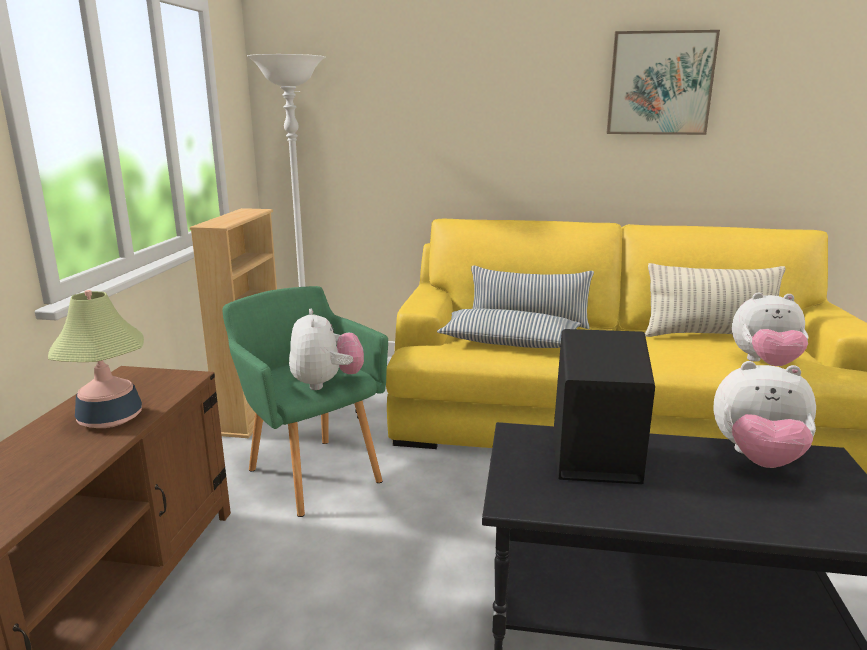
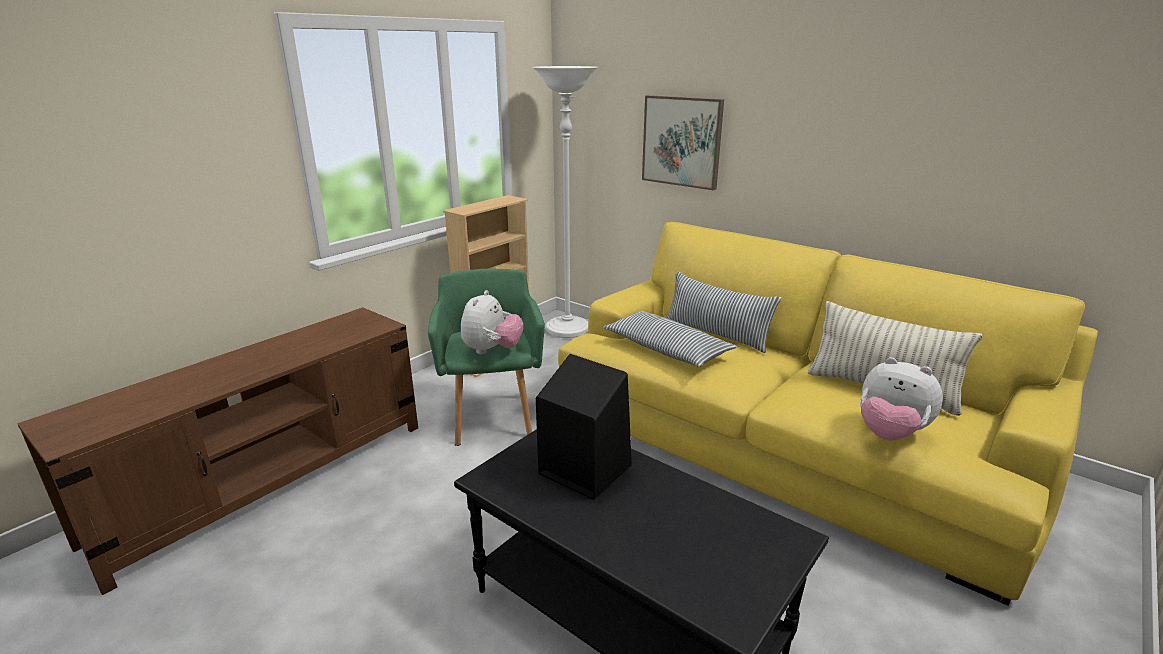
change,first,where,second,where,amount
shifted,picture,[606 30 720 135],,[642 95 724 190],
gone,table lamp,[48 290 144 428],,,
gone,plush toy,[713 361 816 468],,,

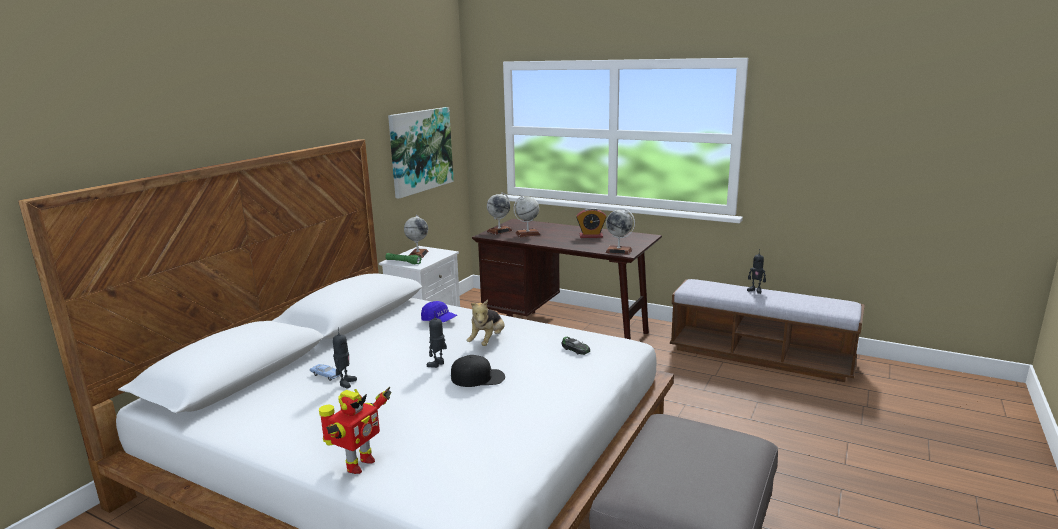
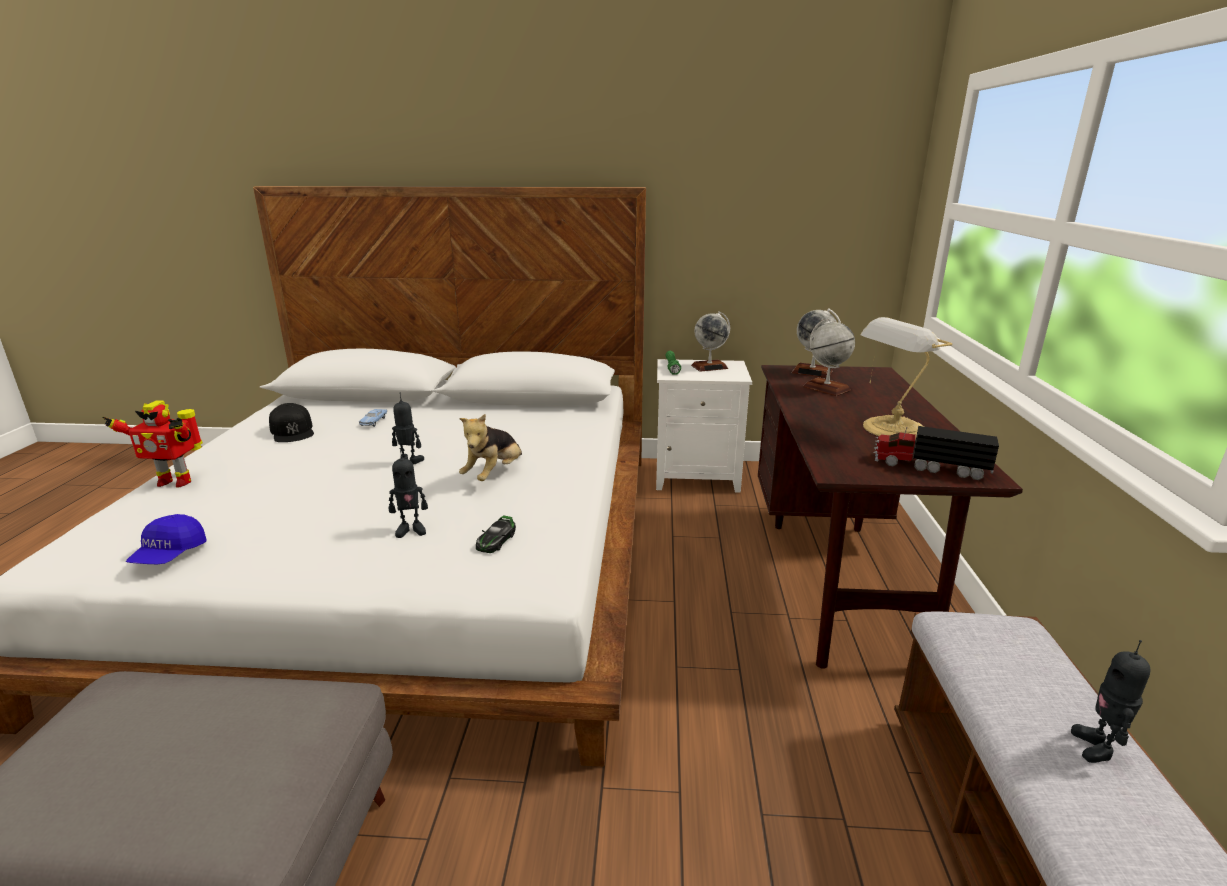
change,first,where,second,where,amount
gone,picture,[388 107 454 199],,,
swapped,alarm clock,[576 208 607 238],table lamp,[861 317 952 440],
gone,globe,[605 209 635 255],,,
rotated,plush toy,[467 299 505 346],,[459 414 522 481],60 degrees counterclockwise
shifted,blue cap,[421 301 457 322],,[126 514 207 564],
shifted,toy robot,[333 327 357 388],,[389 448 428 538],
shifted,black cap,[451 355 505 387],,[269 403 314 442],
new,,,toy truck,[873 426 999 480],

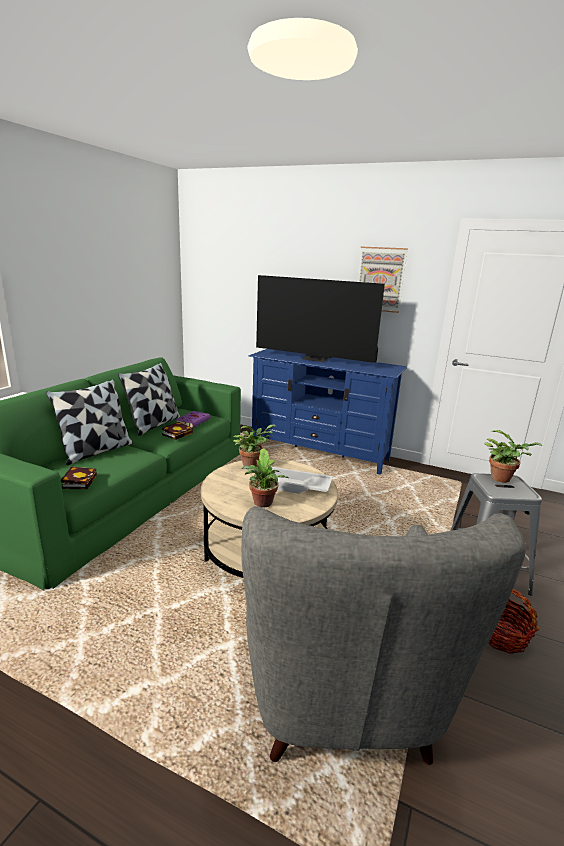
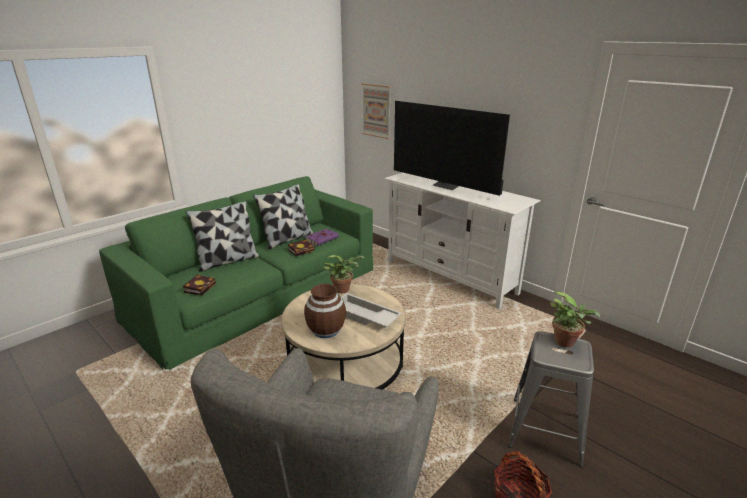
change,first,where,second,where,amount
shifted,picture,[358 247 408 313],,[361 83 391 139],
repainted,blue tv stand,[249 349 407 475],white tv stand,[384 173 541 309],
swapped,potted plant,[242 448 289 507],brown vase,[304 284 346 338],

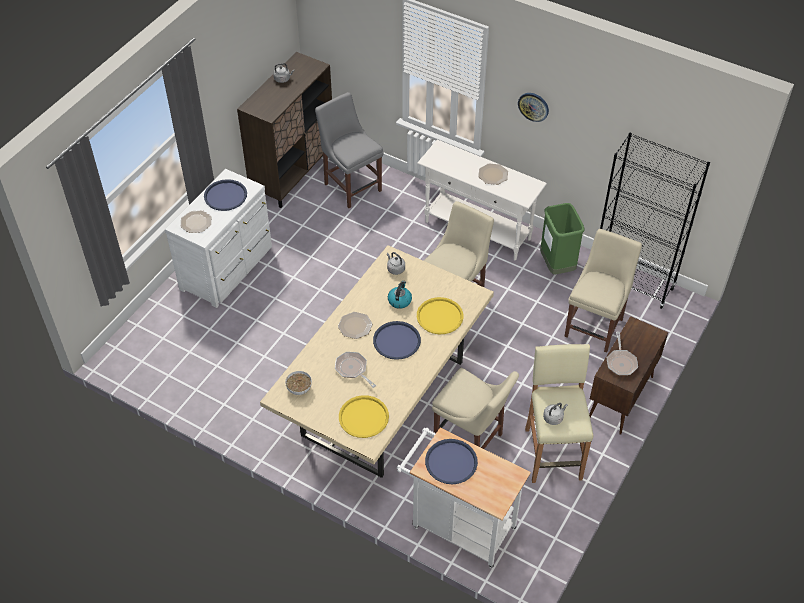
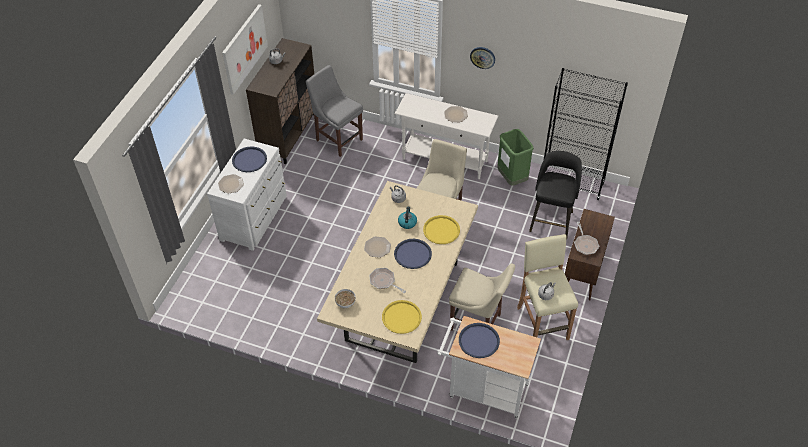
change,first,where,second,where,amount
swapped,beige chair,[564 229 642 353],black stool,[529 151 582 240],
new,,,picture,[222 4 268 95],

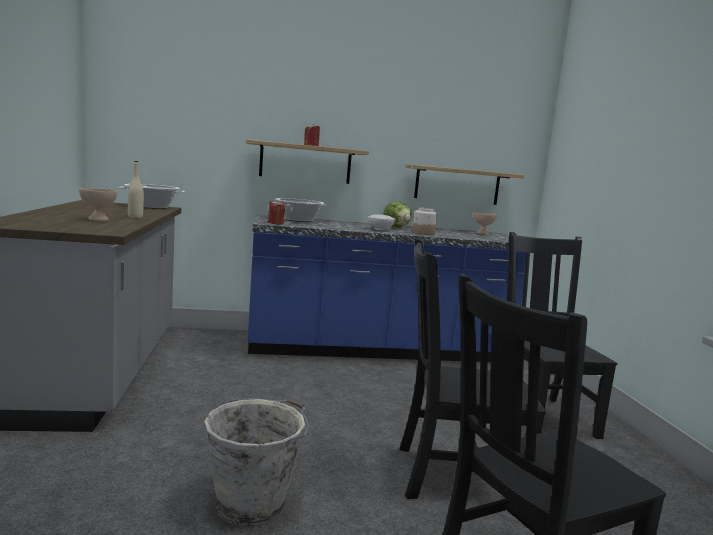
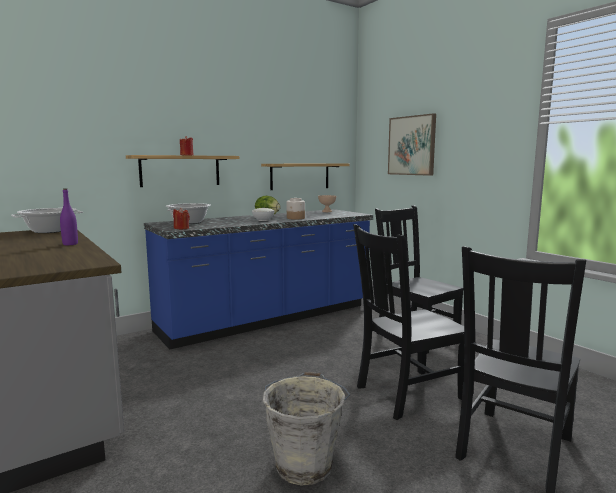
change,first,where,second,where,amount
repainted,beige bottle,[128 161 144 218],purple bottle,[60 189 78 245],
gone,beige bowl,[79 188 117 221],,,
new,,,picture,[388 113 436 176],

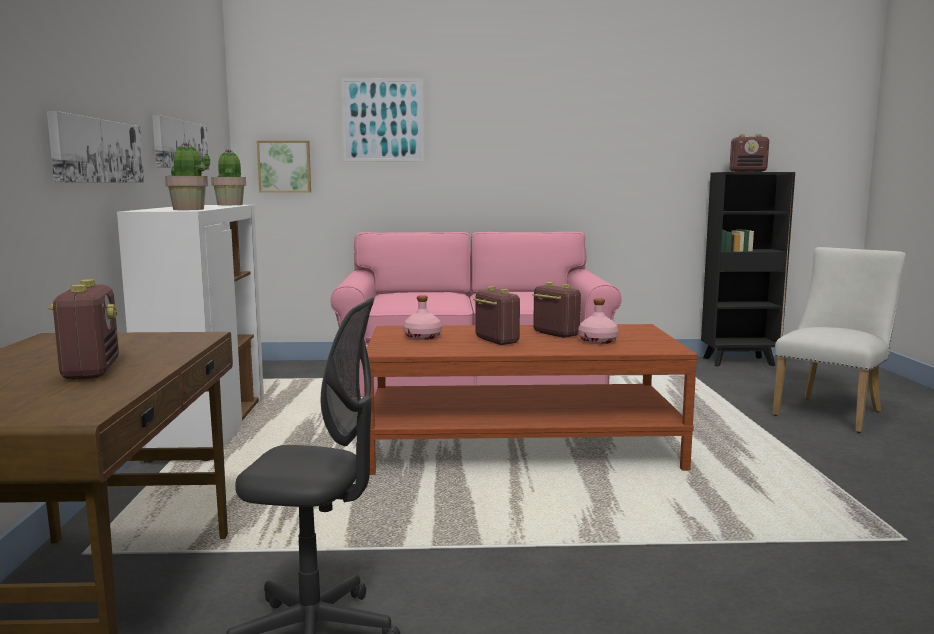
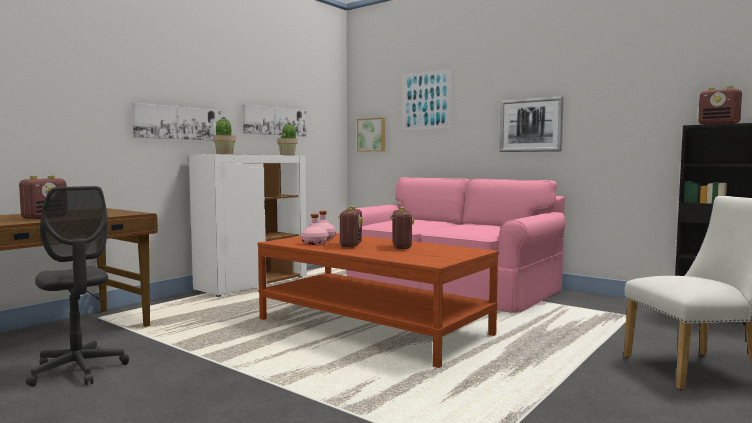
change,first,where,second,where,amount
shifted,pink bottle,[578 298 618 344],,[301 214 329 245],
new,,,picture,[500 96 564 152],

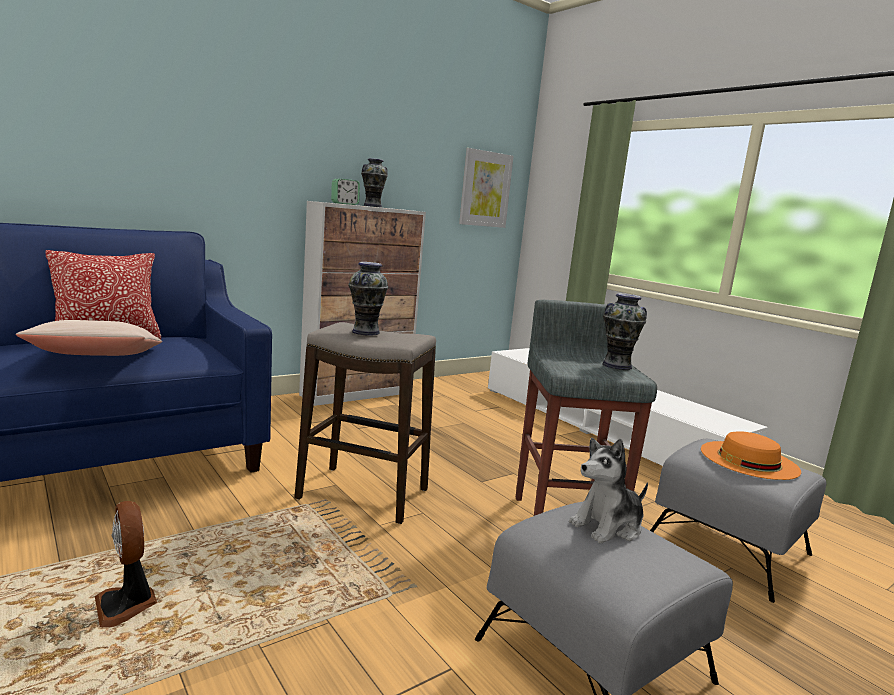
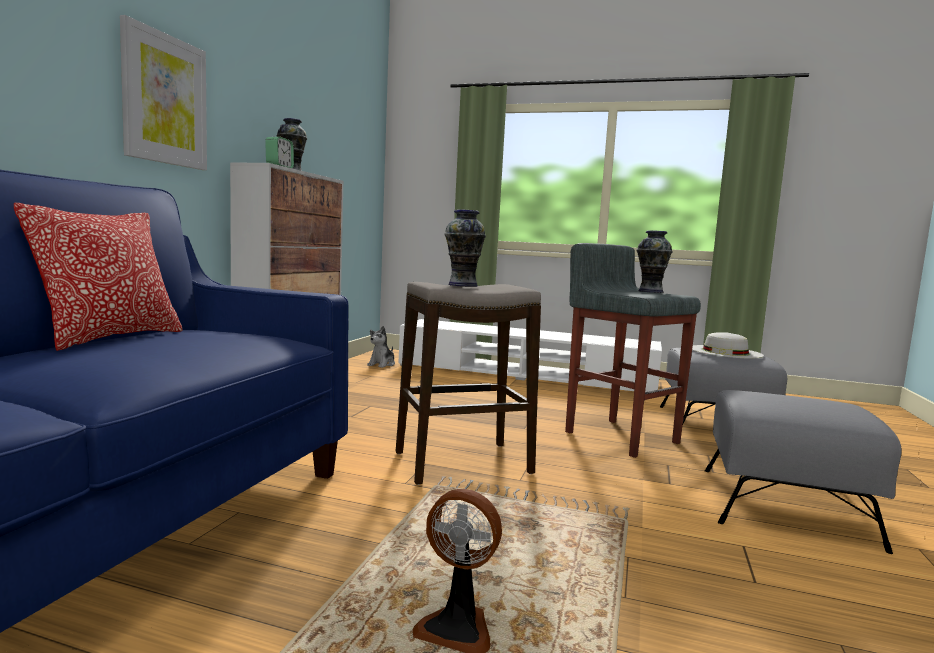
change,first,where,second,where,amount
shifted,picture,[459 148 514 228],,[120 15 207 170],
gone,beige pillow,[16 320 162 356],,,
repainted,orange hat,[701 431 801 480],white hat,[692 332 764 358],
shifted,plush toy,[569 438 648 544],,[367 326 395 368],

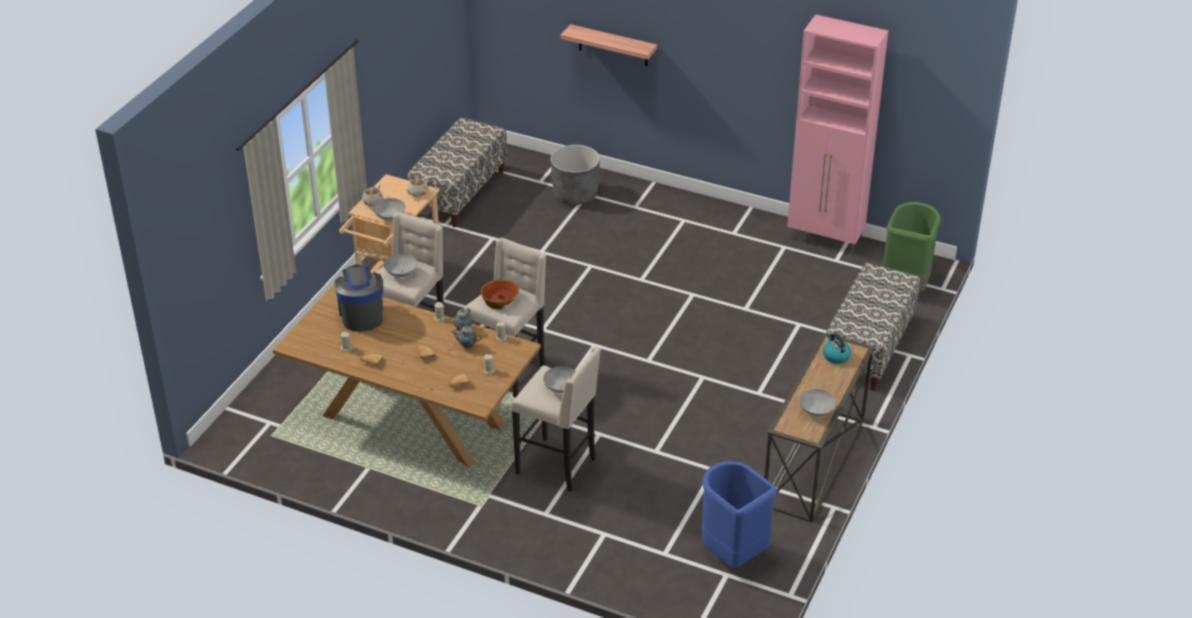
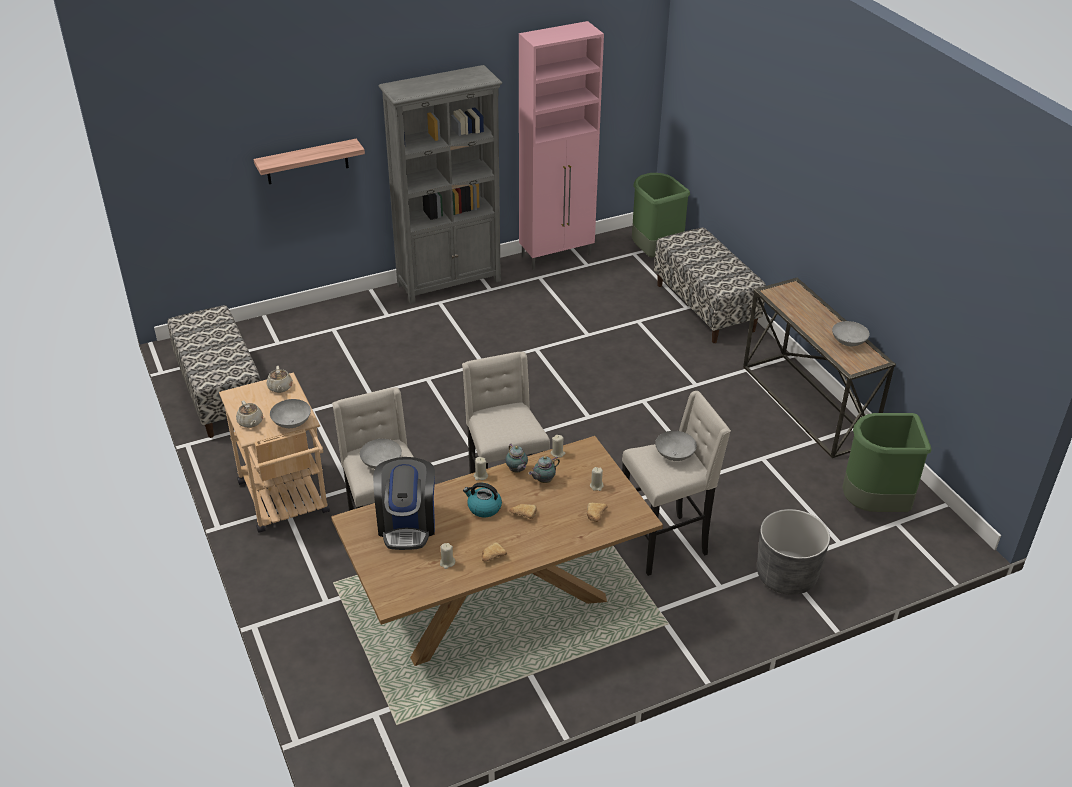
change,first,where,second,where,amount
shifted,grey planter,[551 145 600 205],,[757 509 830 595],
rotated,coffee machine,[335 265 383 332],,[373 457 435 550],120 degrees counterclockwise
gone,bowl,[481 279 519 309],,,
shifted,kettle,[823 333 851 364],,[463 483 502 518],
repainted,blue trash can,[702 461 777 569],green trash can,[842 413 932 512],
new,,,grey bookcase,[379 65 502 304],

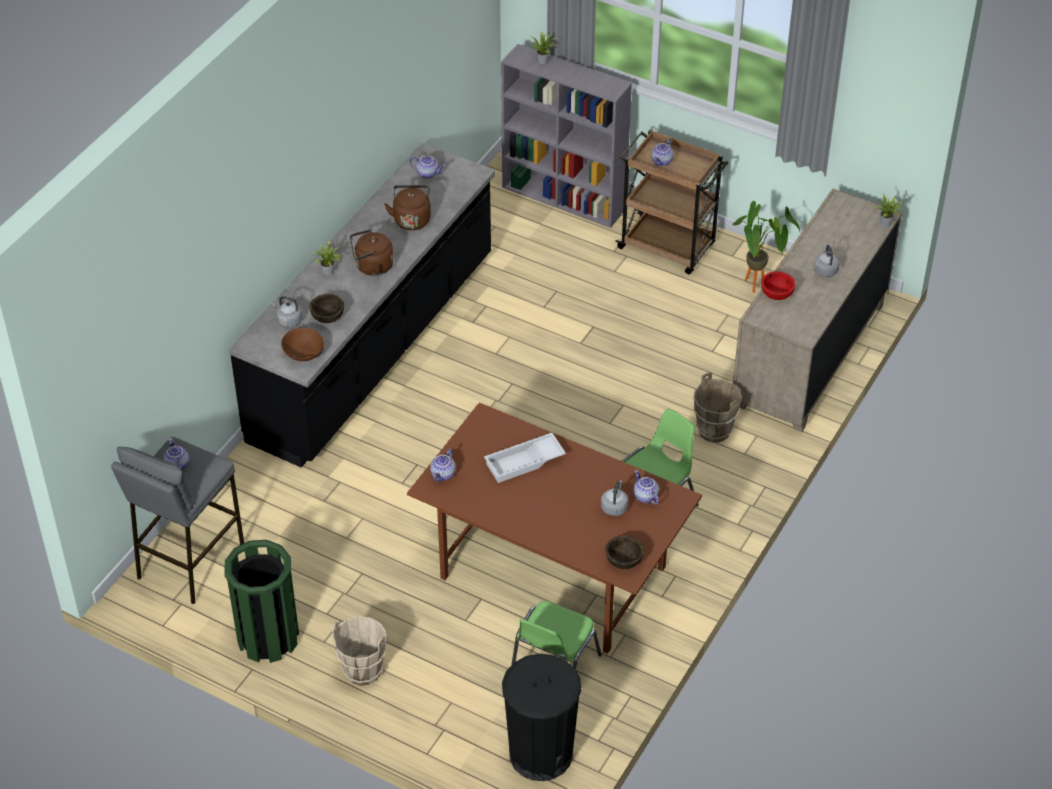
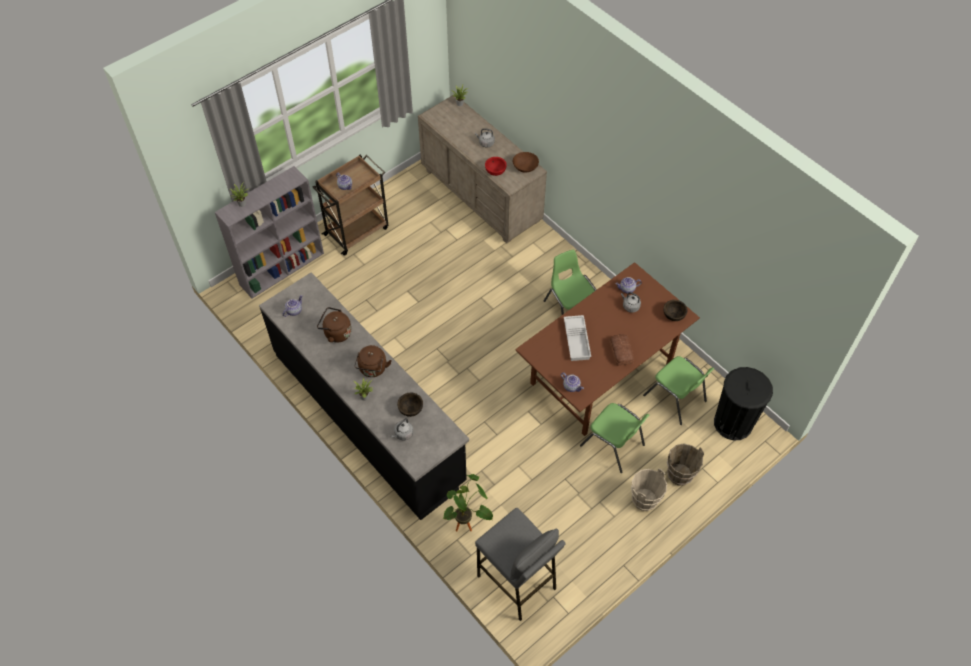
change,first,where,second,where,amount
shifted,potted plant,[732 201 800 293],,[443 474 493 531],
shifted,brown bowl,[281 328 324 361],,[513 152 539 172],
shifted,brown bucket,[694 372 742 443],,[667 443 704 486],
gone,teapot,[163 438 189 470],,,
gone,green trash can,[224 540 299 663],,,
new,,,bread,[609 334 634 366],
new,,,green chair,[580 403 649 473],

